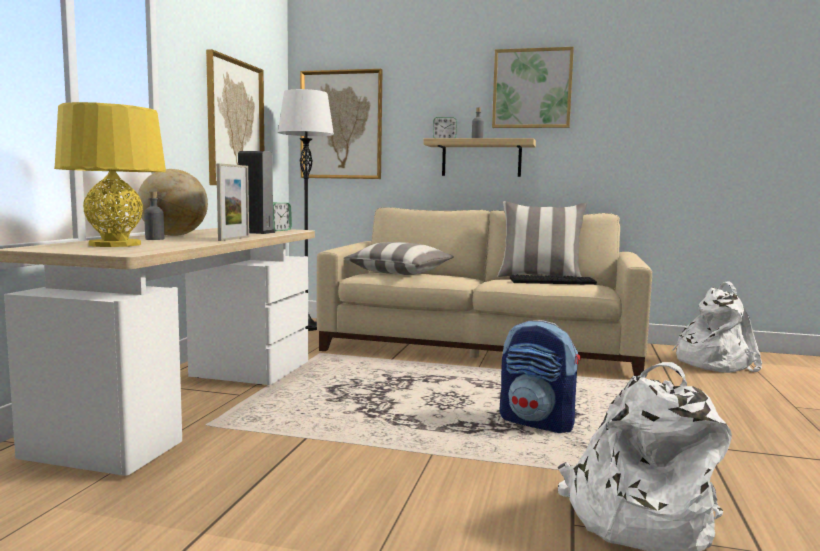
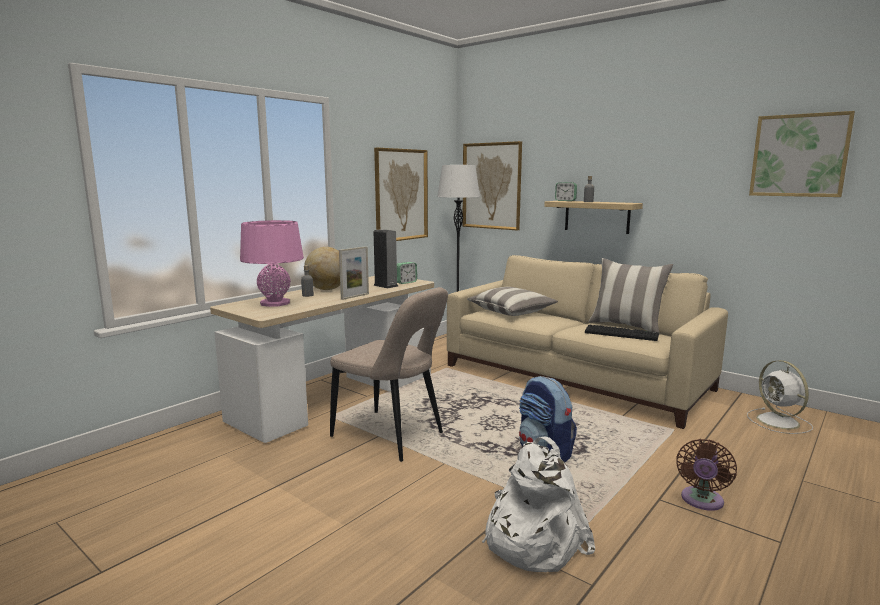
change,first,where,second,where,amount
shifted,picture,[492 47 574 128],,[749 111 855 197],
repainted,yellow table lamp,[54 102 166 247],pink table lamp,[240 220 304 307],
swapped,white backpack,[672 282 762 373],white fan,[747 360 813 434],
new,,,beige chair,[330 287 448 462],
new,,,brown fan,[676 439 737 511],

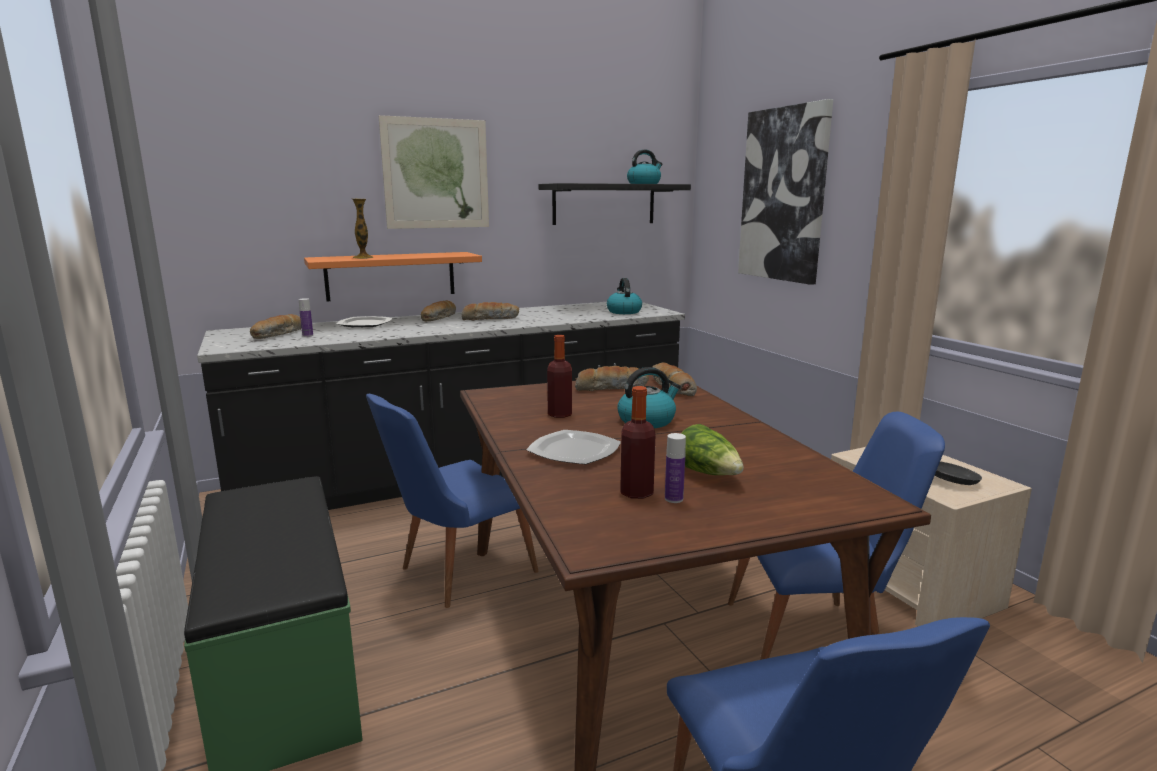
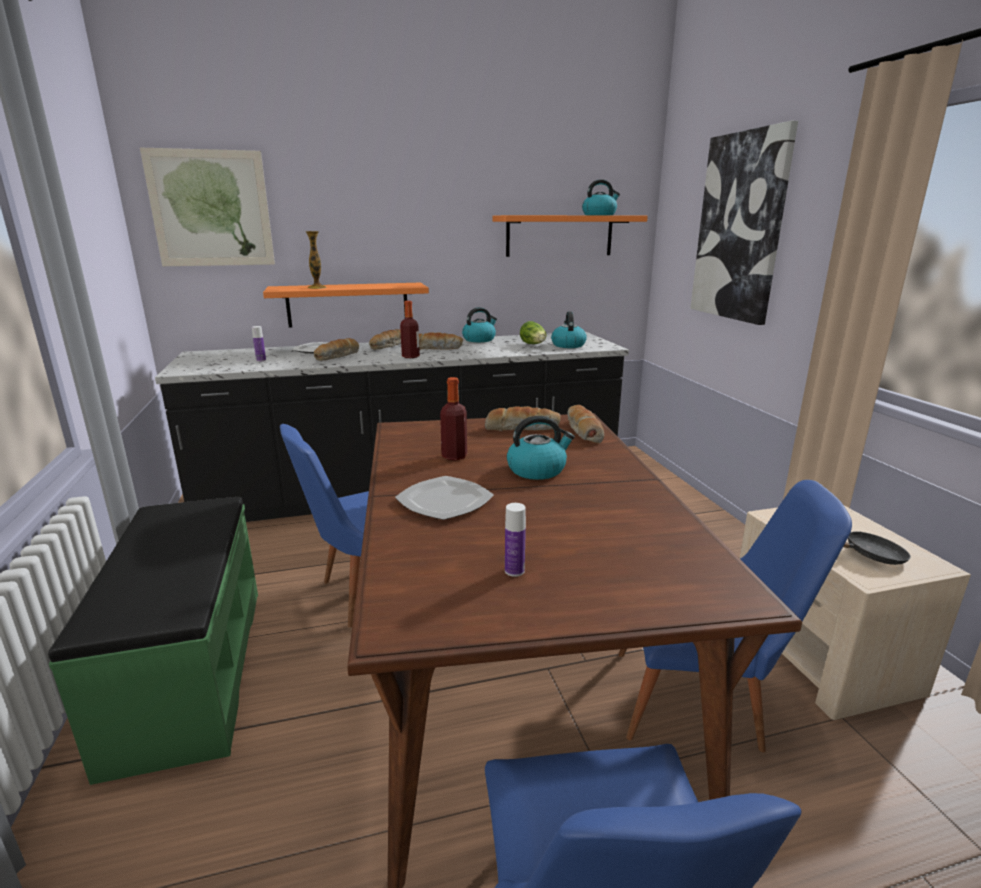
change,first,where,second,where,amount
shifted,picture,[379 115 489 229],,[140 148 275 266],
repainted,black shelf,[538 183 691 225],orange shelf,[492 215 648 257],
shifted,bread,[250 314 302 339],,[314 338 359 360],
shifted,bottle,[620 386 655 499],,[400 301 420 358],
shifted,lettuce,[681 424 744 475],,[520 321 547 344],
new,,,kettle,[462 307 497 342],

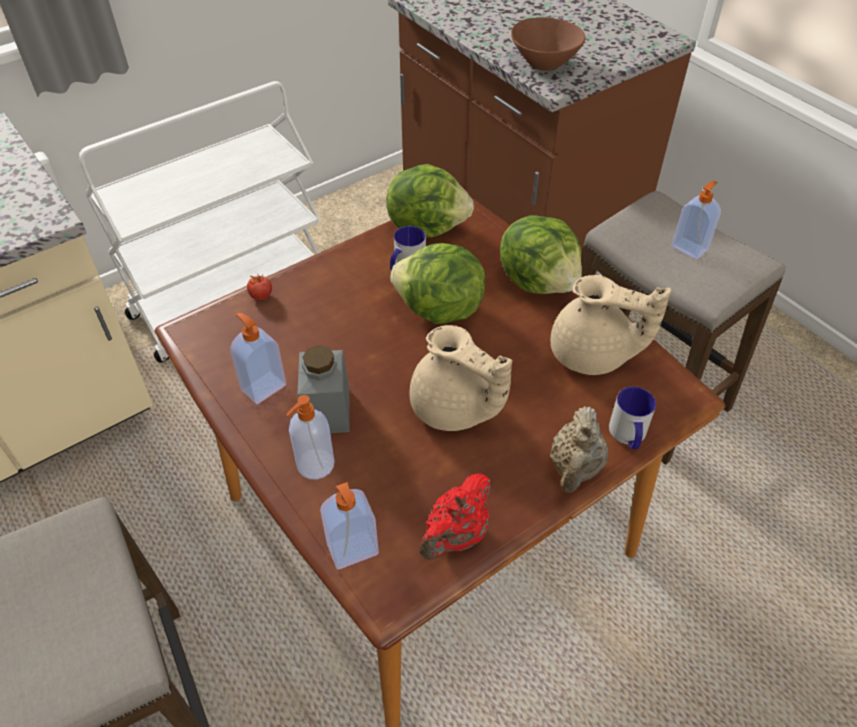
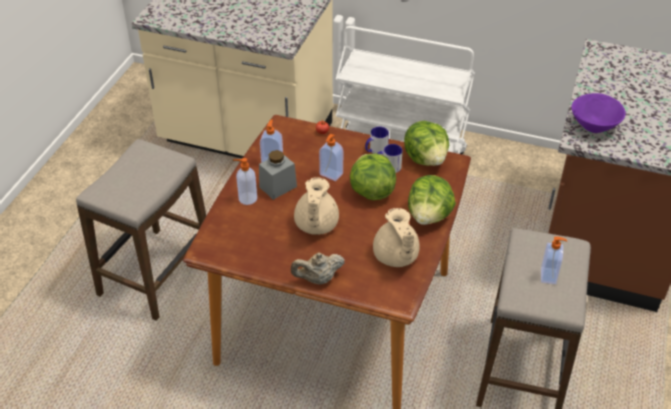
change,first,where,second,where,amount
repainted,brown bowl,[511 17 585 71],purple bowl,[572 93 626 133],
shifted,mug,[609 386 656 449],,[365 127 389 155],
gone,red teapot,[419 473 491 560],,,
shifted,soap dispenser,[320 482 379 570],,[319 134 343 181],

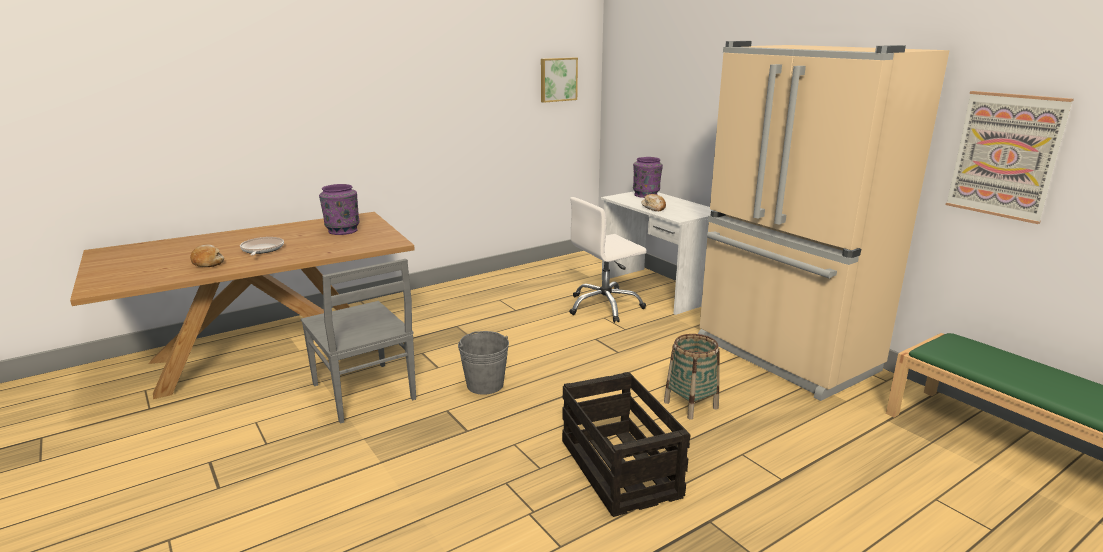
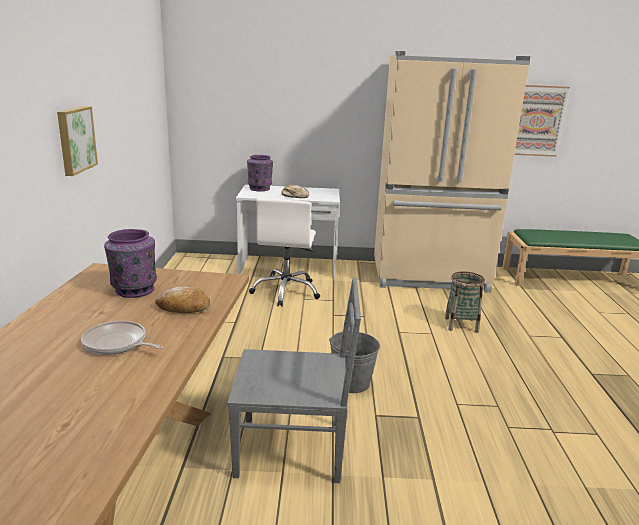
change,first,where,second,where,amount
shifted,picture,[541 57 578 103],,[57 106 98 176],
shifted,bread,[190 245 224 267],,[155 287 210 313],
gone,crate,[562 372 691 517],,,

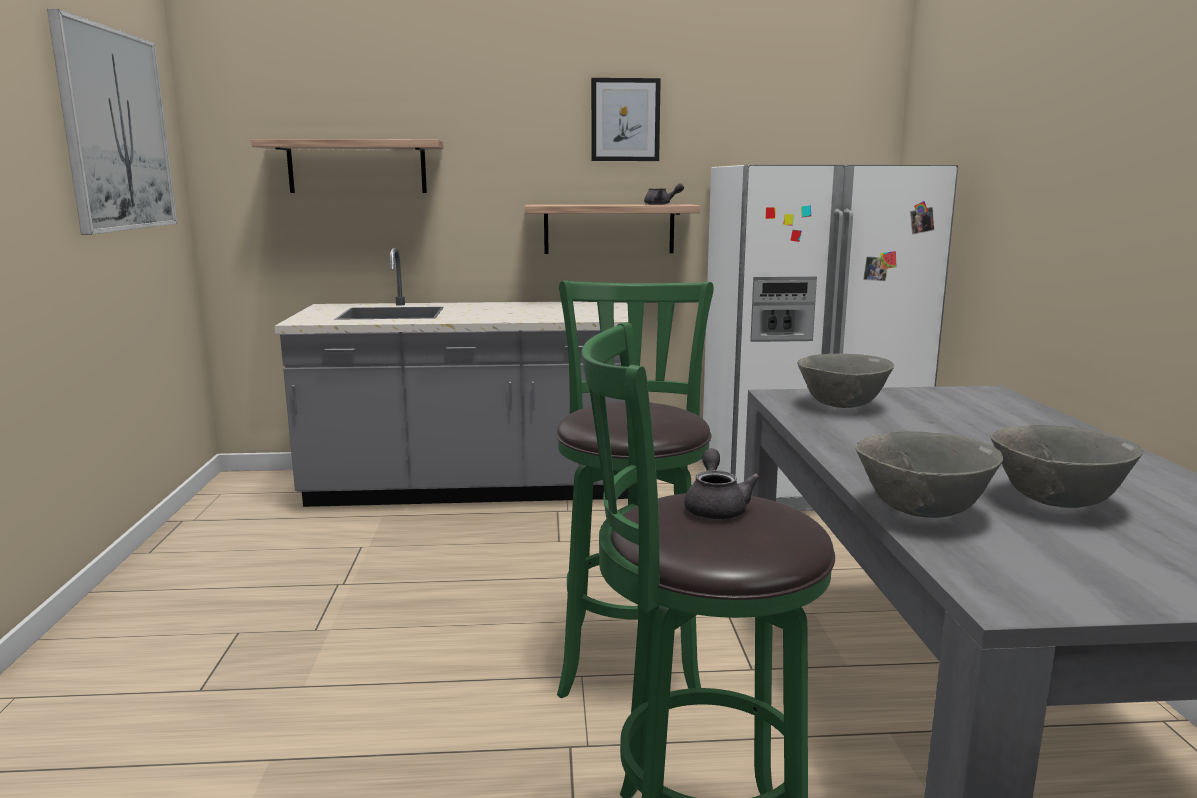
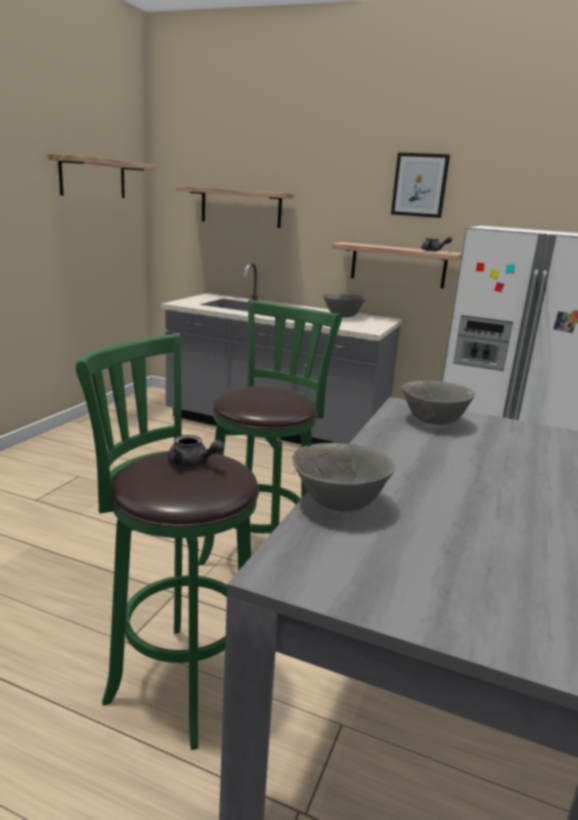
change,first,where,second,where,amount
swapped,picture,[47 9 177 235],shelf,[47 154 157 198],
shifted,grey bowl,[991 425 1143 508],,[322 293 366 318],
rotated,grey teapot,[684 448 760 520],,[168 435 224 467],90 degrees clockwise

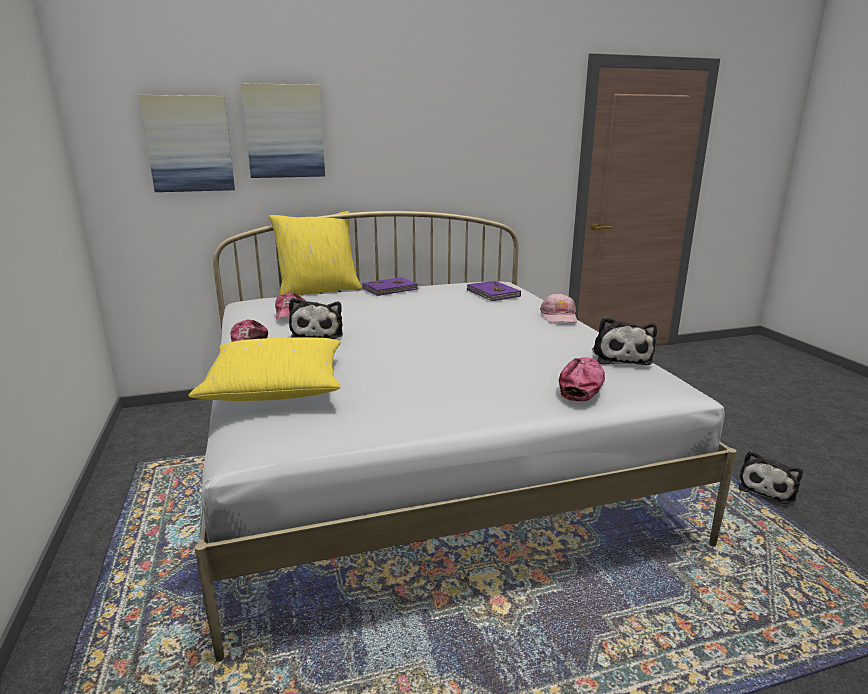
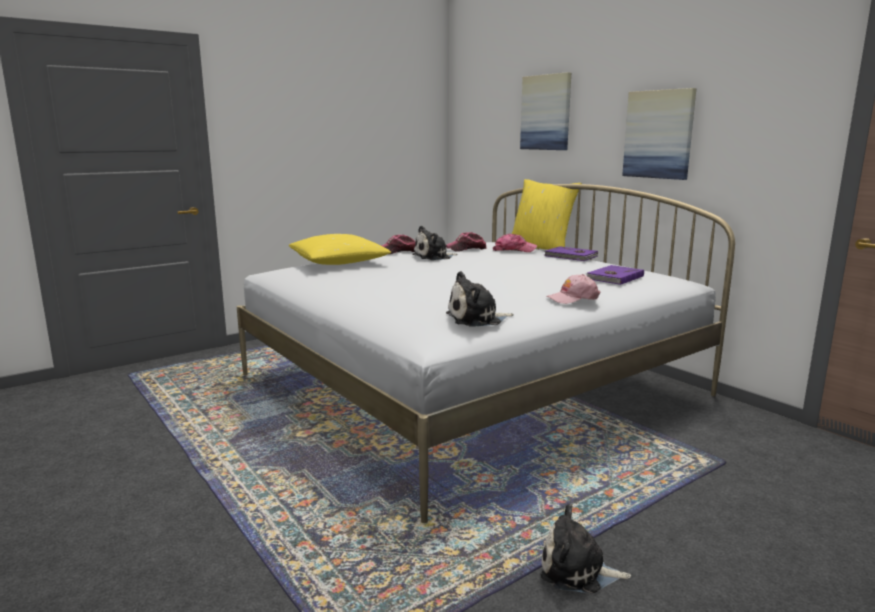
change,first,where,second,where,amount
shifted,picture,[139 95 235 192],,[622 88 696 180],
shifted,cap,[559 357 605 401],,[493 233 537 252],

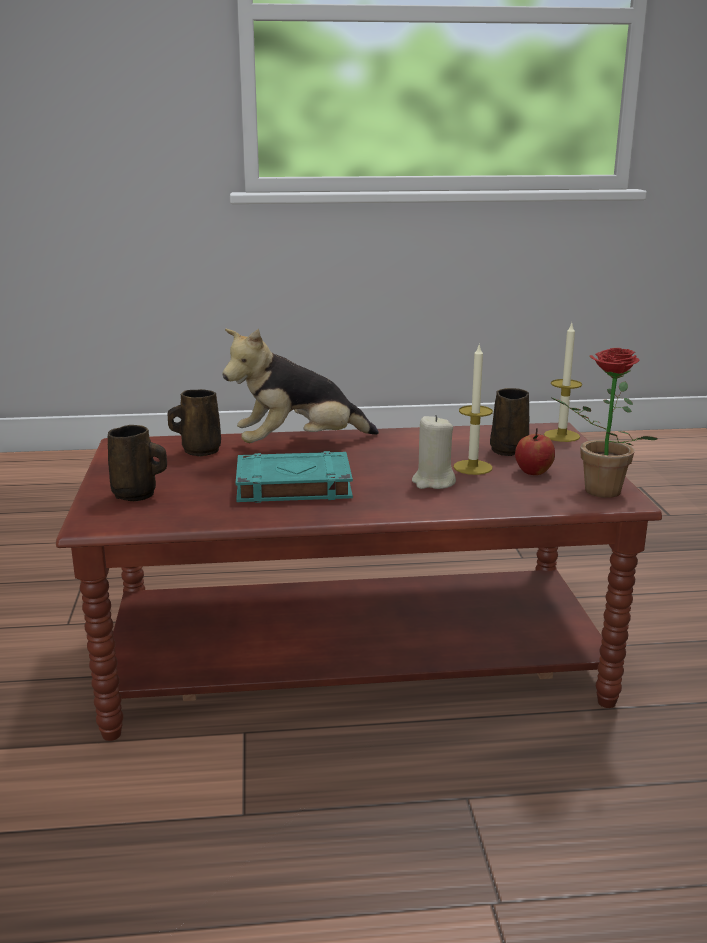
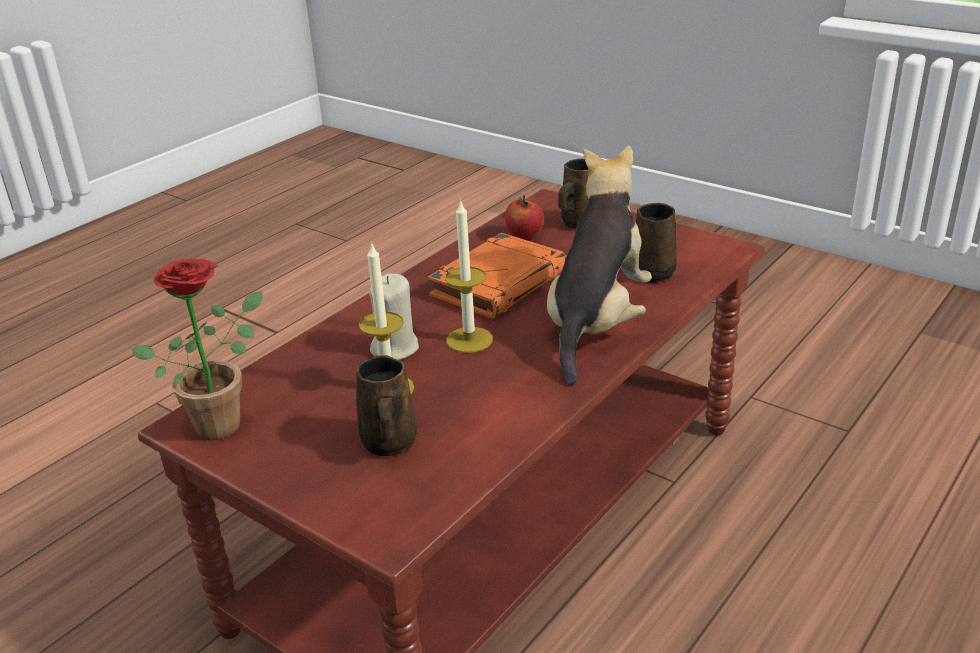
change,first,where,second,where,amount
shifted,candle,[544 324 582 442],,[445 199 493 353],
shifted,apple,[515 428 555 475],,[504 195 544 241],
repainted,turquoise book,[236 451 353 503],orange book,[428 233 566 319],

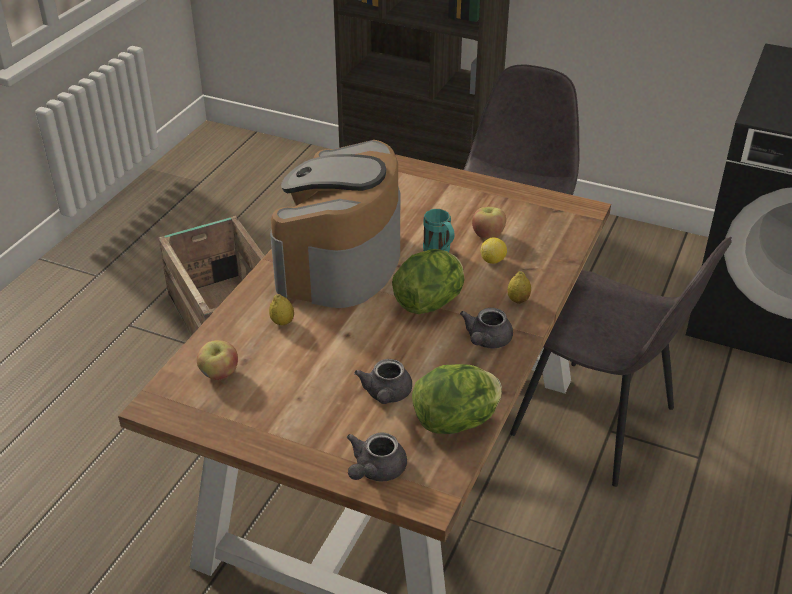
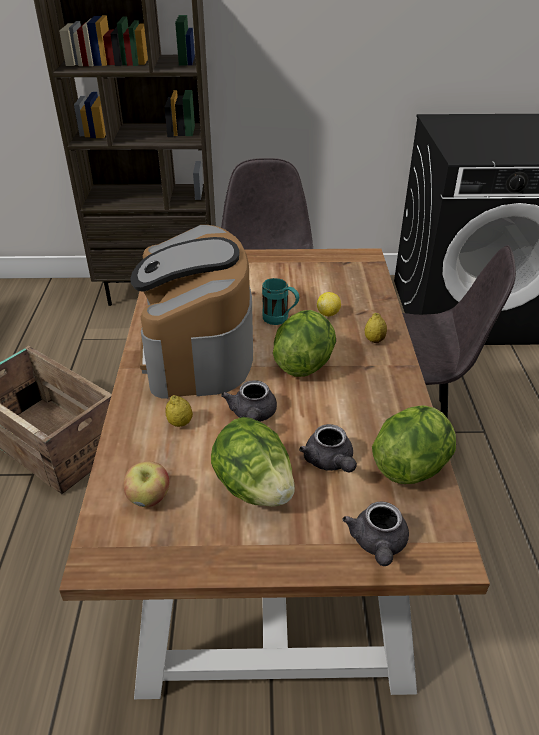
change,first,where,second,where,amount
gone,apple,[472 207 506 239],,,
shifted,grey teapot,[460 308 513 348],,[221 380 277 422],
new,,,lettuce,[211 417 295 507],

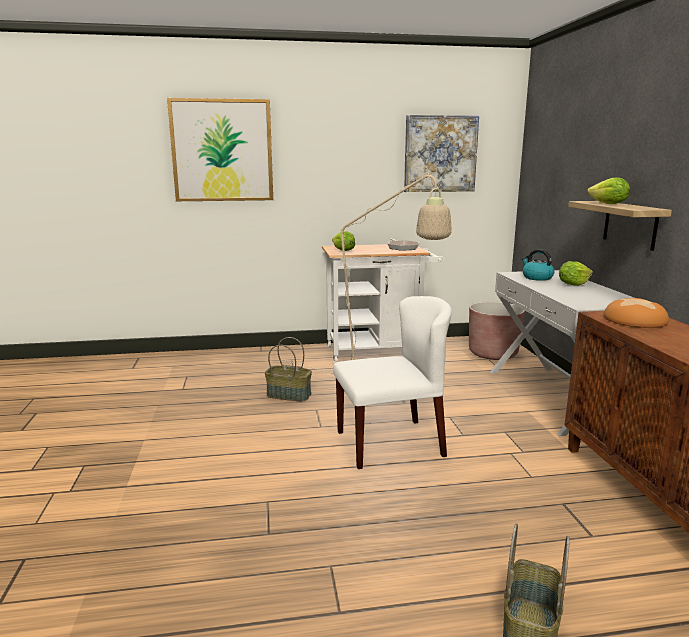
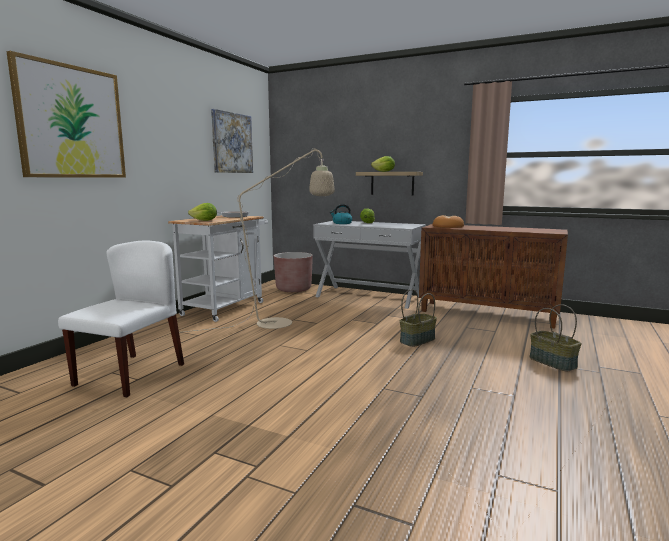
change,first,where,second,where,amount
shifted,white chair,[333 296 452 469],,[58 240 184 397],
shifted,basket,[265 337 312 401],,[400 289 437 347],

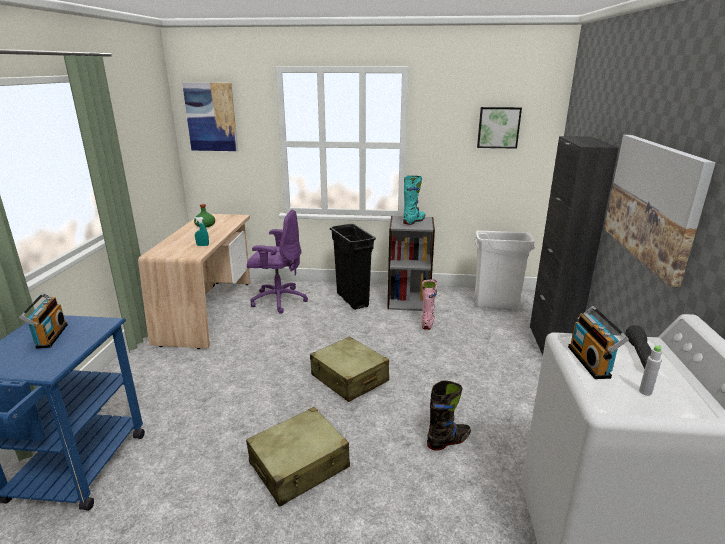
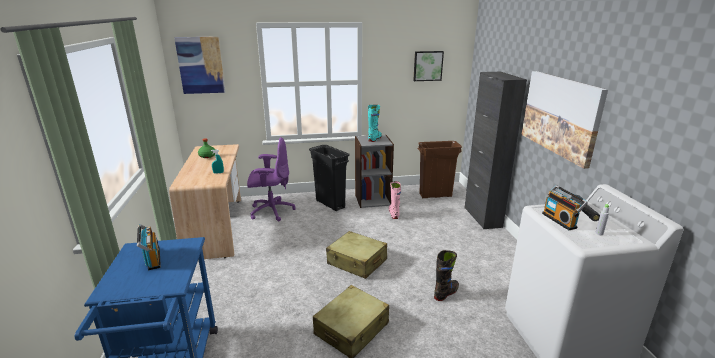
change,first,where,second,where,amount
repainted,white trash can,[474 230 535 309],brown trash can,[418 141 462 198],

